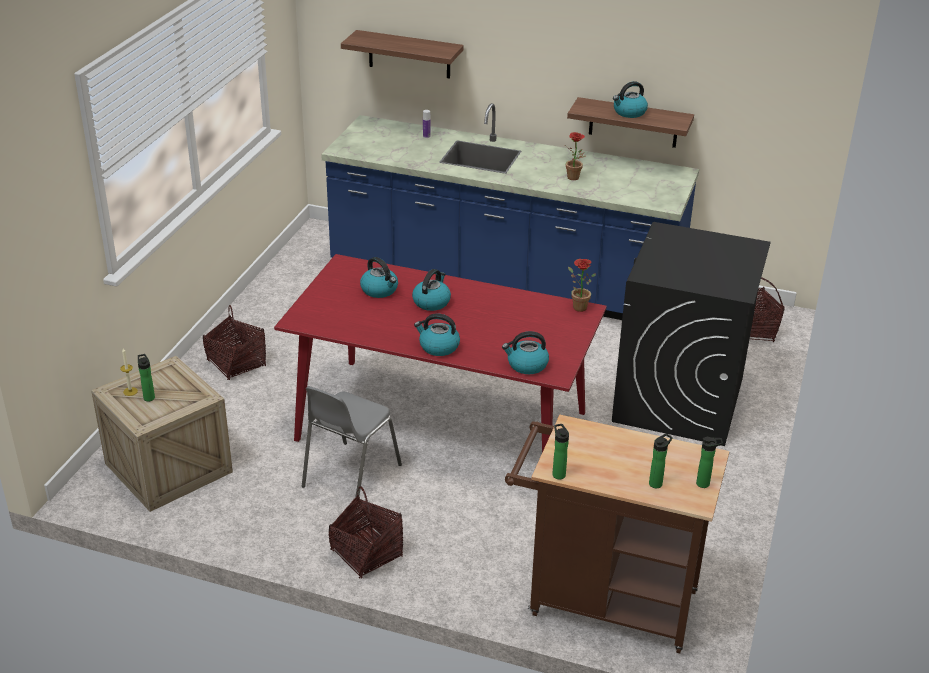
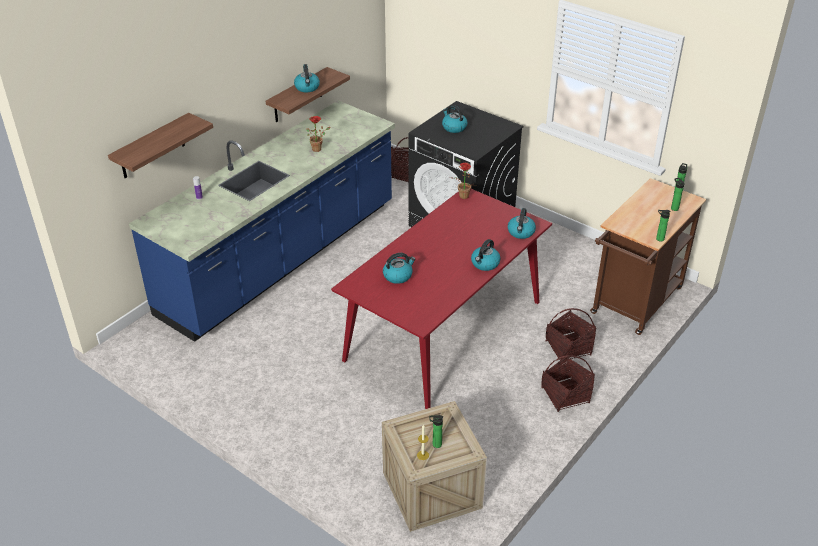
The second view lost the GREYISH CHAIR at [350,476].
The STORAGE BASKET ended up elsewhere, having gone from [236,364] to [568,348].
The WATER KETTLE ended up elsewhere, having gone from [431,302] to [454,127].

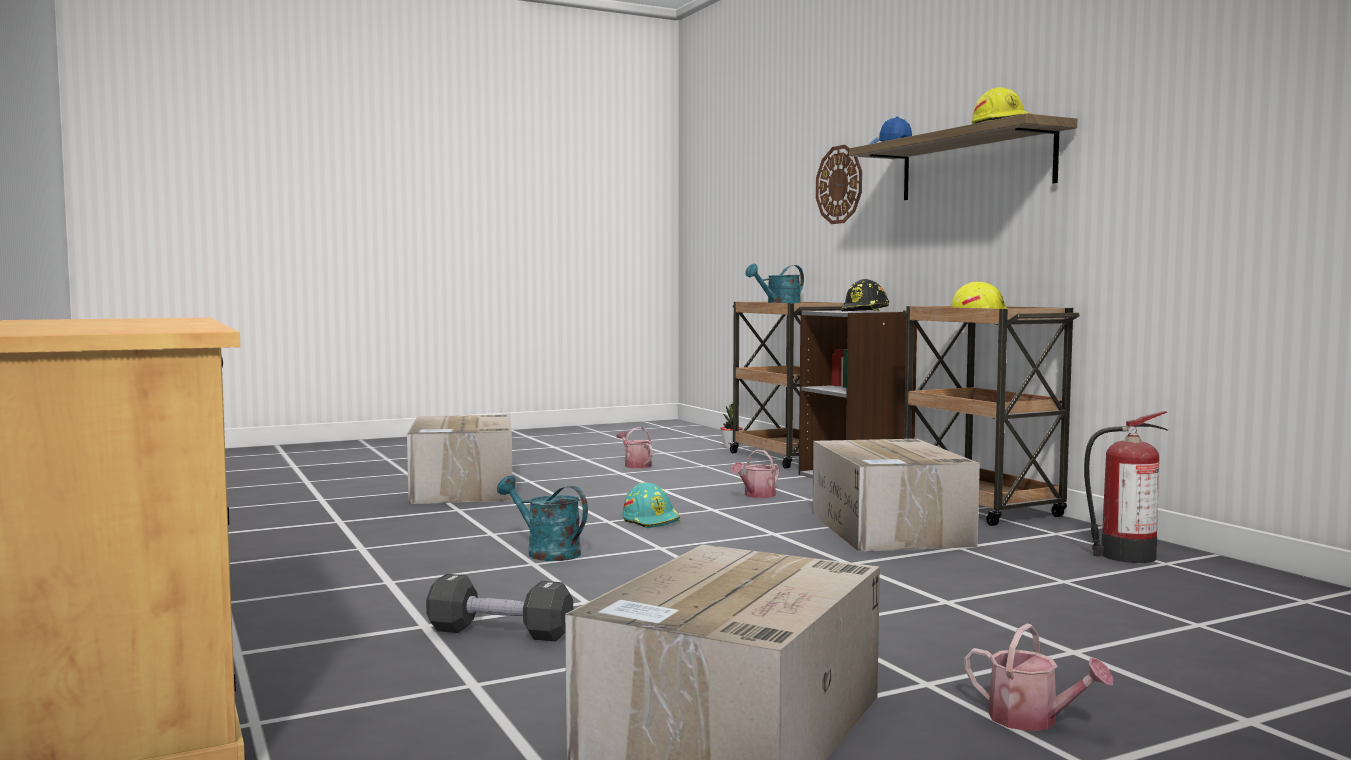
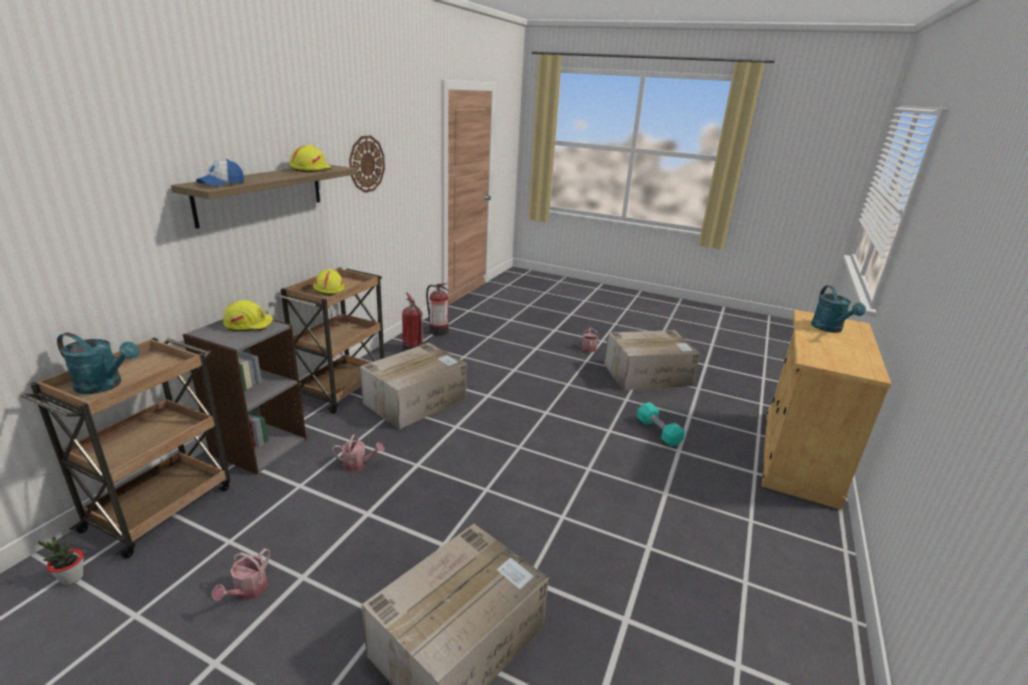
The second view lost the BLUE-GREEN SAFETY HELMET at [651,520].
The second view gained the EXTINGUISHER at [438,331].
The BLUE-GREEN SPRINKLING CAN ended up elsewhere, having gone from [546,552] to [830,329].
The HANGING CLOCK ended up elsewhere, having gone from [839,184] to [366,164].
What was the BLACK-COLOURED HAND WEIGHT at [500,632] turned into the BLUE-GREEN HAND WEIGHT at [658,432].
What was the BLACK-COLOURED SAFETY HELMET at [865,311] turned into the YELLOW-COLOURED SAFETY HELMET at [249,325].

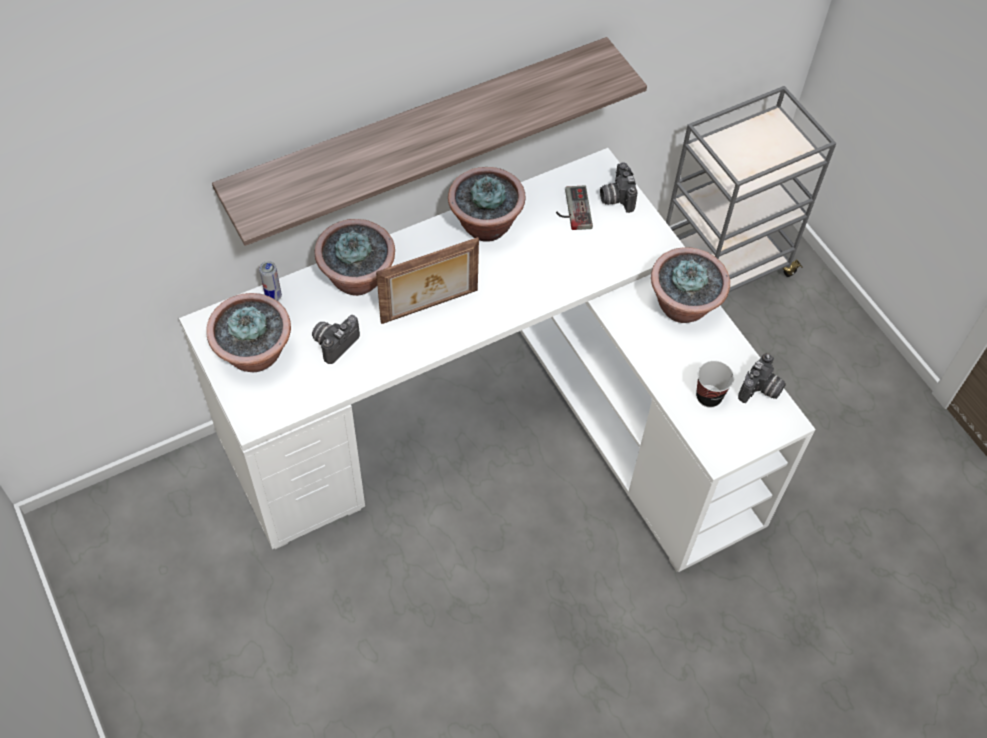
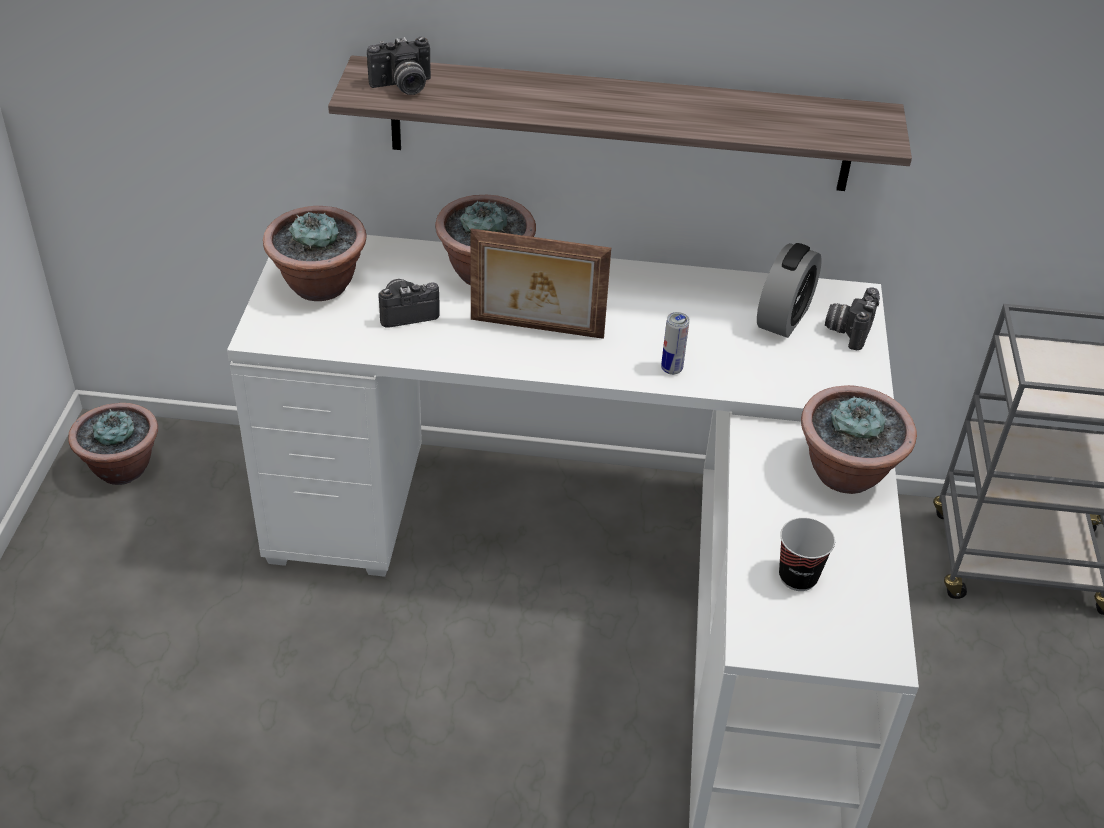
The CAN ended up elsewhere, having gone from [273,296] to [671,369].
The HOUSEPLANT ended up elsewhere, having gone from [485,226] to [122,468].
The STILL CAMERA ended up elsewhere, having gone from [761,390] to [403,87].
Where the GAMEPAD stood at [572,209], the BEDSIDE CLOCK came to stand at [783,318].

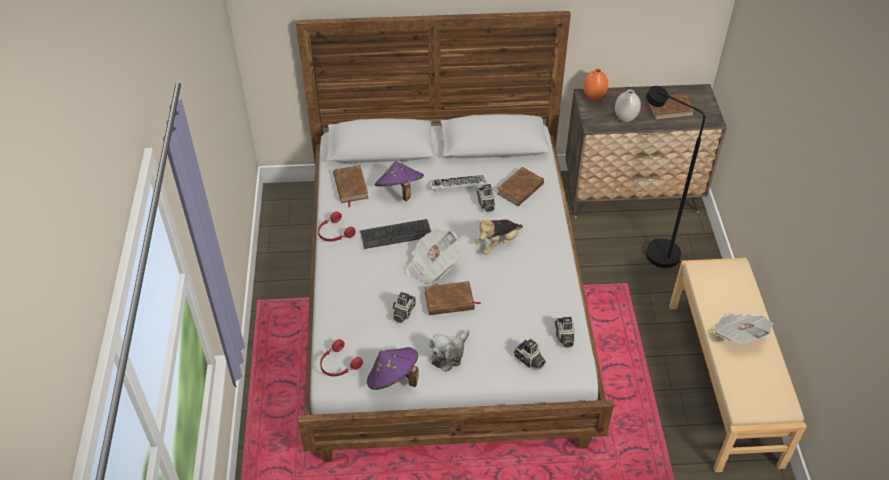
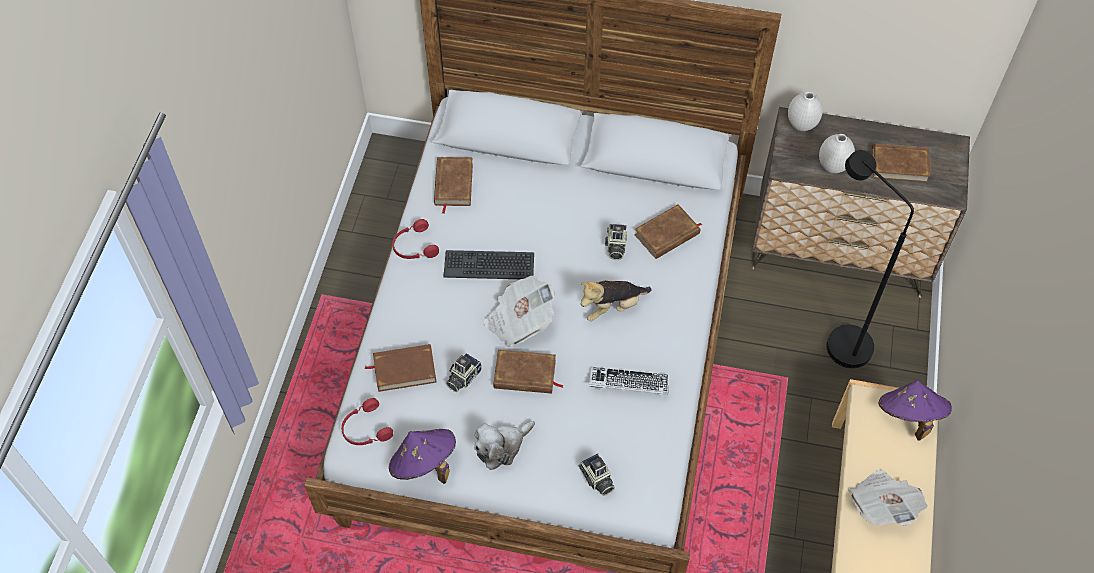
The second view lost the STILL CAMERA at [564,337].
The second view gained the BROWNISH VOLUME at [404,369].
The PURPLISH HAT ended up elsewhere, having gone from [399,191] to [909,416].
The PC KEYBOARD ended up elsewhere, having gone from [457,186] to [628,384].
What was the ORANGEY FLOWER VASE at [594,97] turned into the WHITE FLOWER VASE at [801,125].

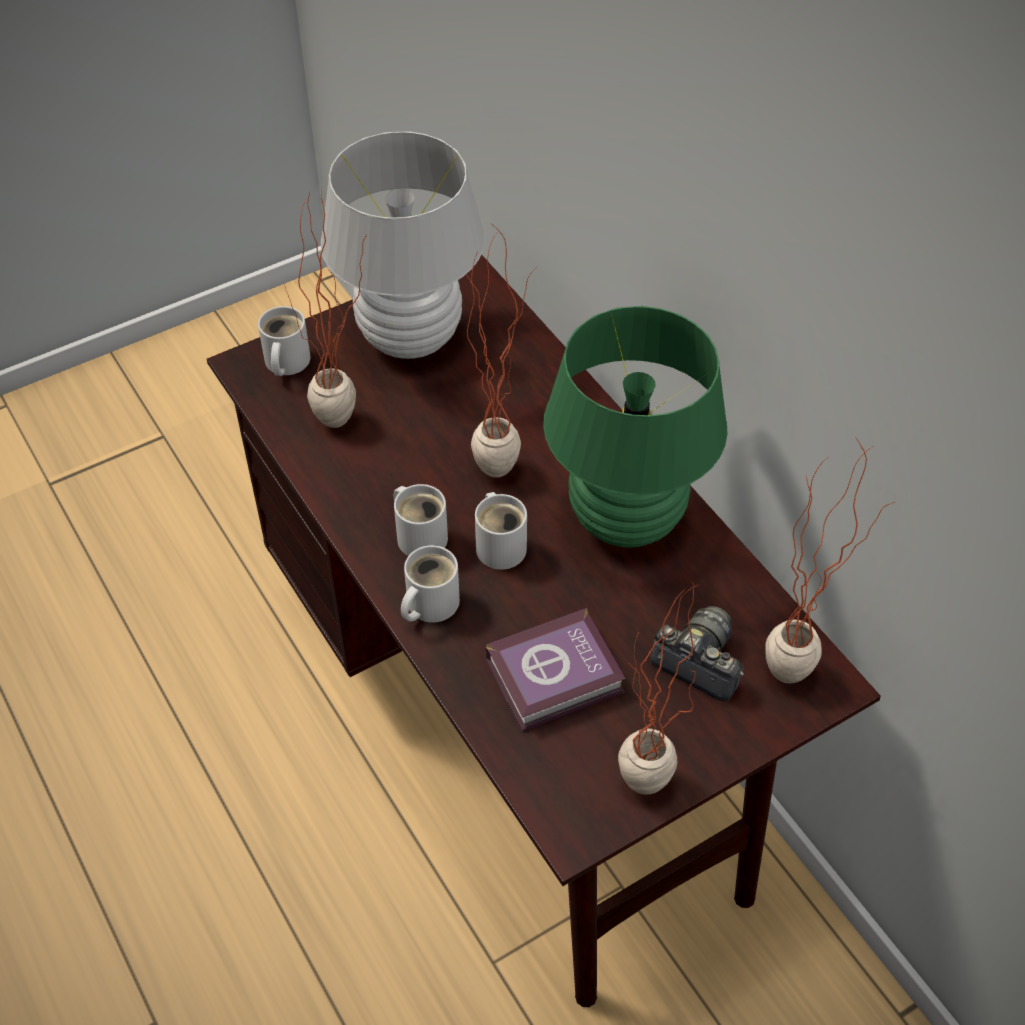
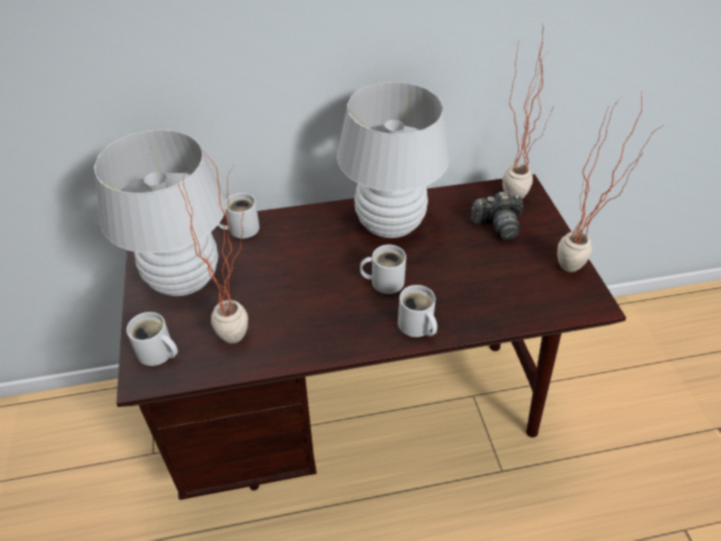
The second view lost the HOUSEPLANT at [503,459].
The second view lost the VOLUME at [558,677].
The WHITE TEA MUG ended up elsewhere, having gone from [421,535] to [240,228].
What was the GREEN TABLETOP LAMP at [626,520] turned into the WHITE TABLETOP LAMP at [390,225].
The STILL CAMERA at [699,662] ended up facing another way, 150 degrees counterclockwise from before.

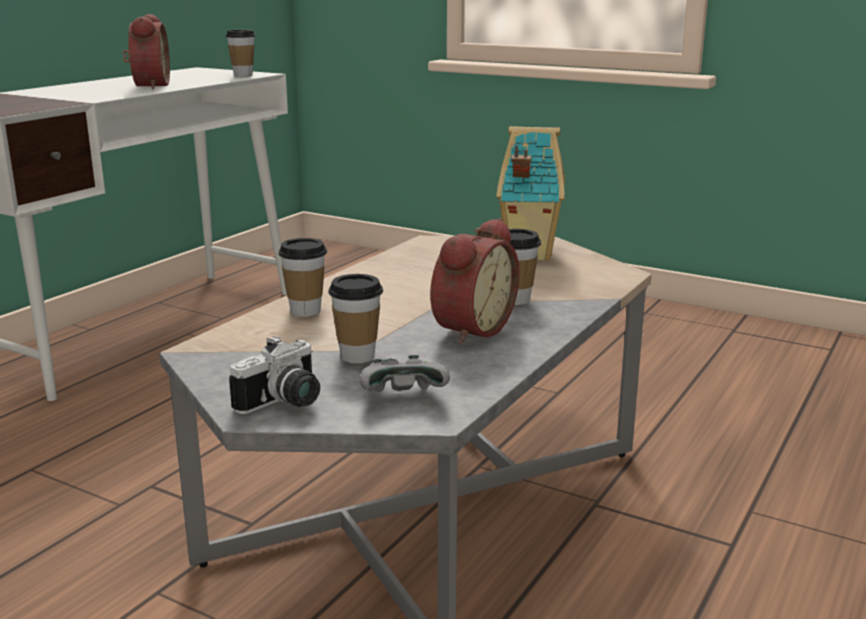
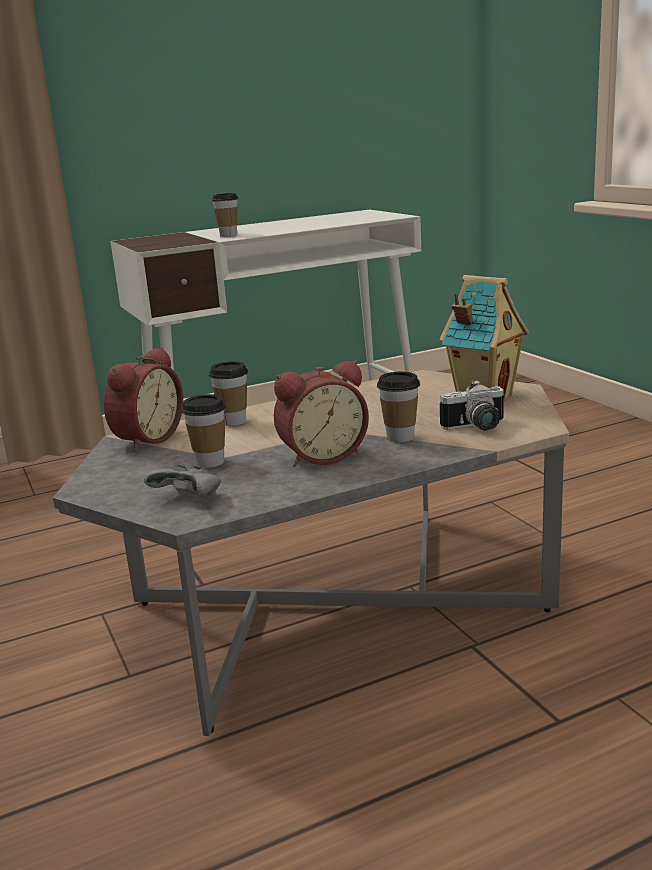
The BEDSIDE CLOCK ended up elsewhere, having gone from [148,86] to [146,439].
The CUP ended up elsewhere, having gone from [243,75] to [228,235].
The STILL CAMERA ended up elsewhere, having gone from [285,403] to [477,427].

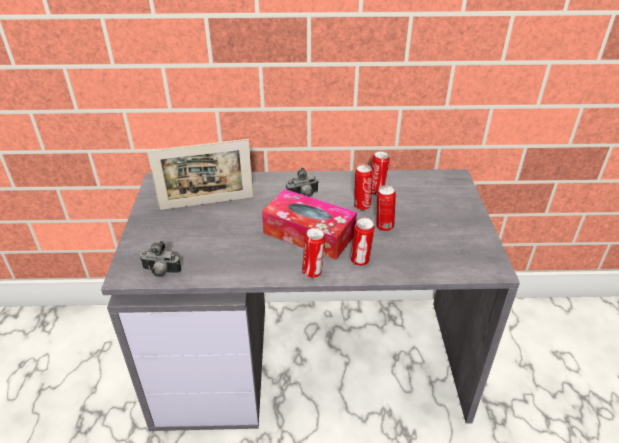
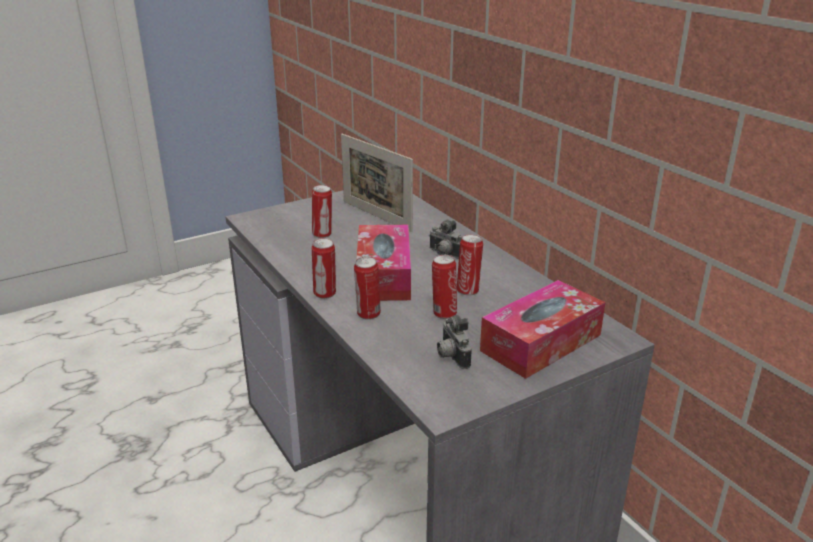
The second view gained the BOX OF TISSUES at [541,343].
The STILL CAMERA ended up elsewhere, having gone from [160,272] to [451,356].
The CAN ended up elsewhere, having gone from [377,191] to [323,234].

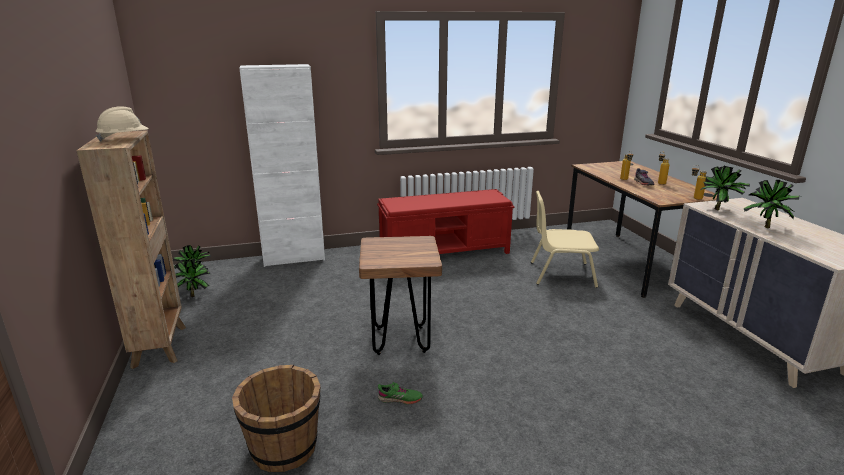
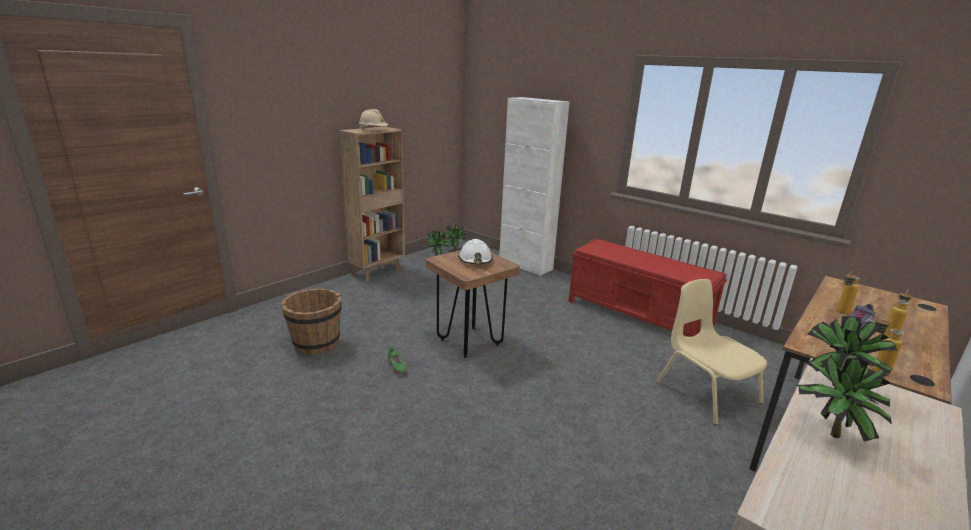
The second view gained the WHITE SAFETY HELMET at [475,260].

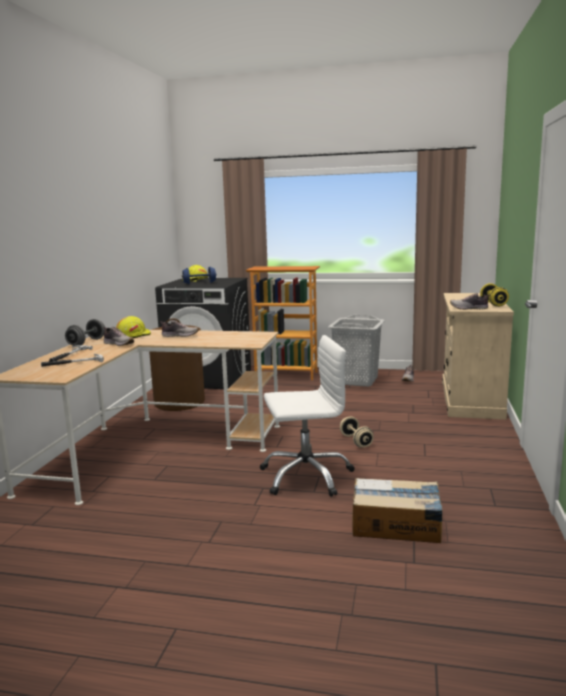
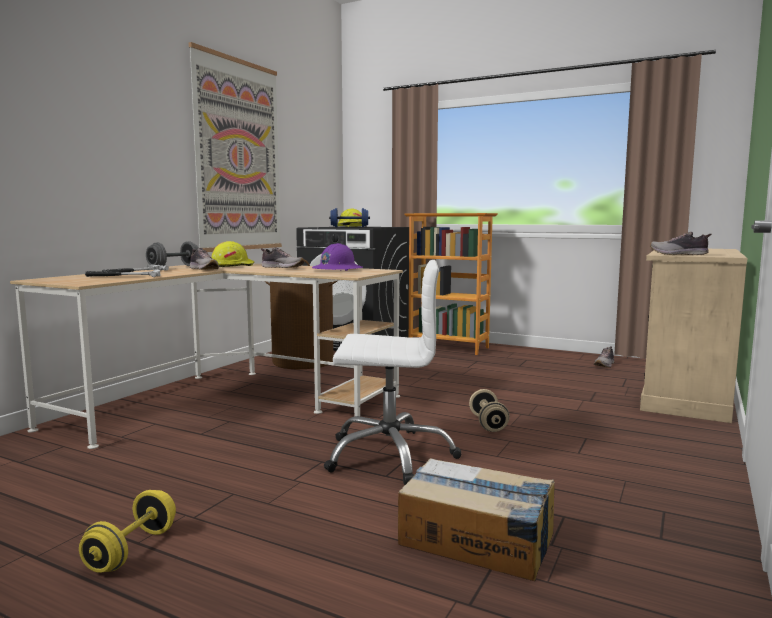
The second view lost the GREYISH HAMPER at [357,380].
The second view gained the PICTURE at [239,156].
The second view gained the PURPLISH SAFETY HELMET at [337,269].
The YELLOW-COLOURED HAND WEIGHT ended up elsewhere, having gone from [493,304] to [132,550].

